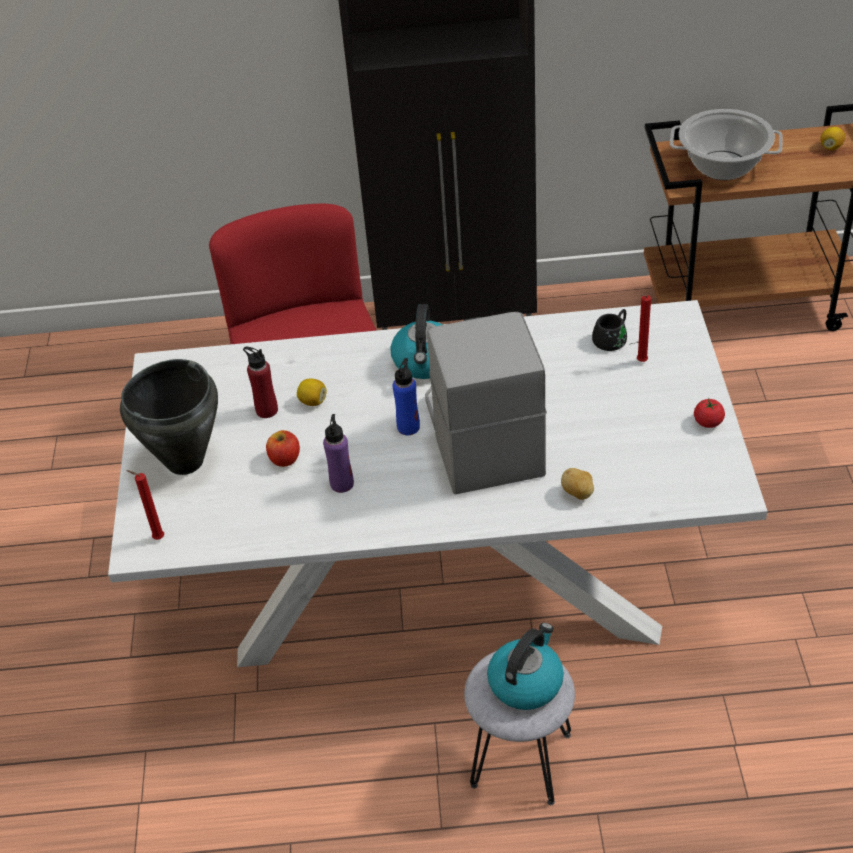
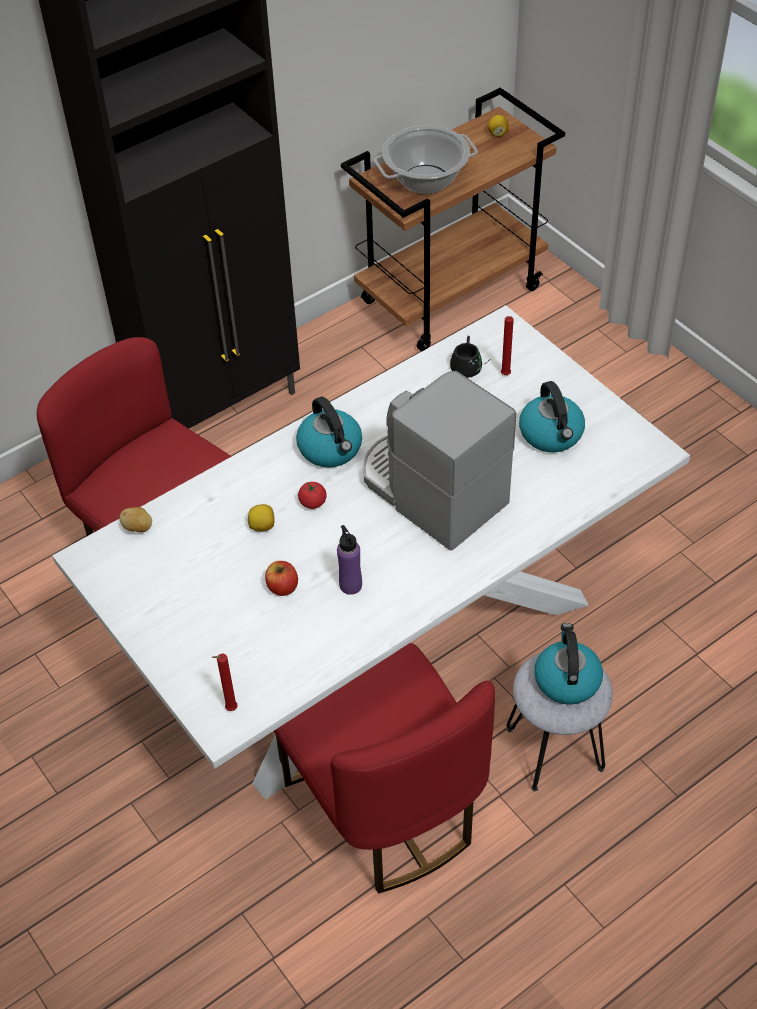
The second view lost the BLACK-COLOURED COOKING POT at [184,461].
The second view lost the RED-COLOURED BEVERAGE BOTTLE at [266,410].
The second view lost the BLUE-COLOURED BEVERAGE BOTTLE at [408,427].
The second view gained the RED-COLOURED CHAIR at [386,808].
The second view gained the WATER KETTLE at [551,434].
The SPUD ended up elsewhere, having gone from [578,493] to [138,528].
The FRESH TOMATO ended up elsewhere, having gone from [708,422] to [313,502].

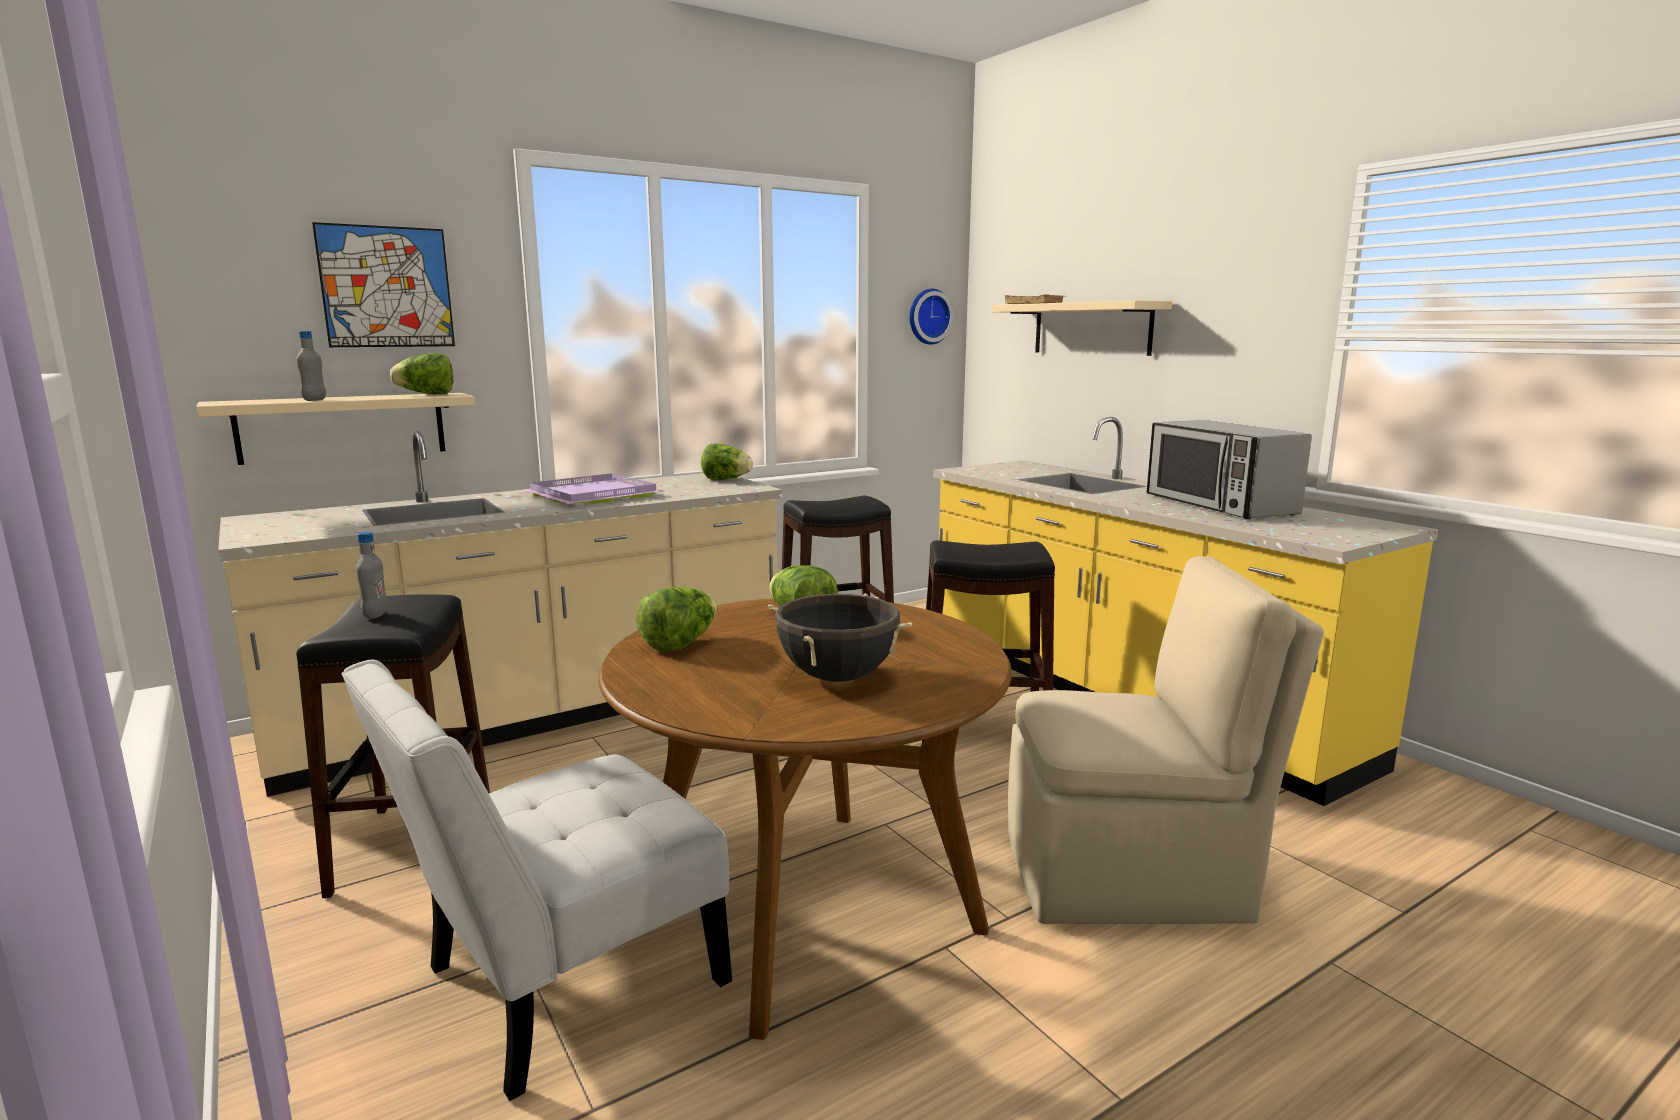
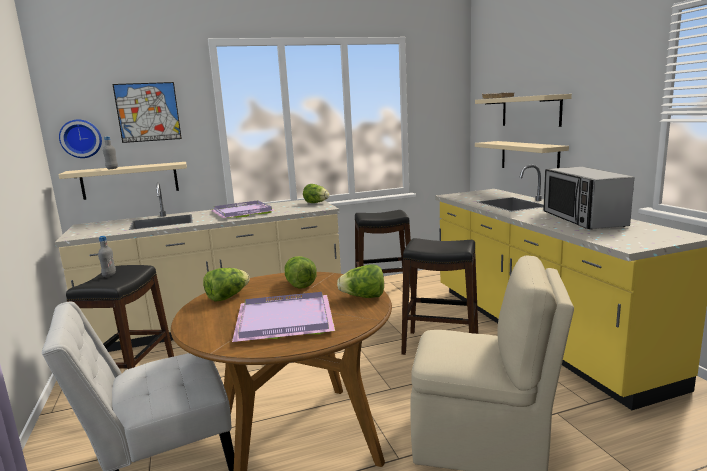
The second view gained the SAND-COLOURED BRACKET SHELF at [529,157].
The HEAD OF LETTUCE ended up elsewhere, having gone from [427,394] to [363,297].
The HANGING CLOCK ended up elsewhere, having gone from [928,316] to [81,138].
Where the BLACK-COLOURED COOKING POT stood at [838,677], the PURPLISH SERVING TRAY came to stand at [286,320].

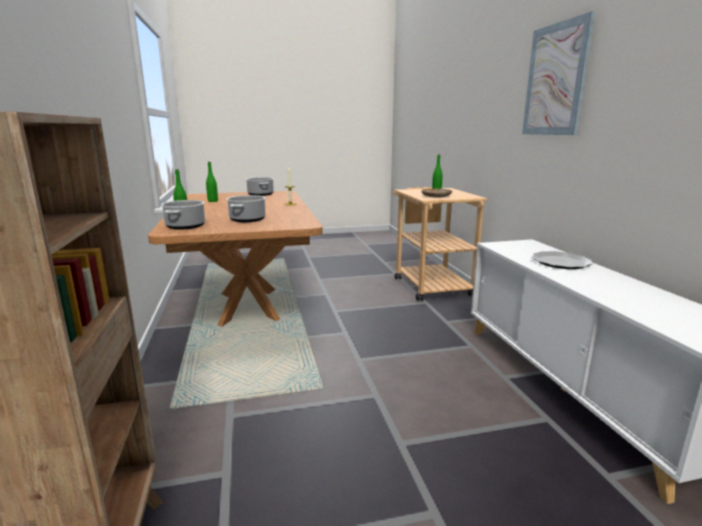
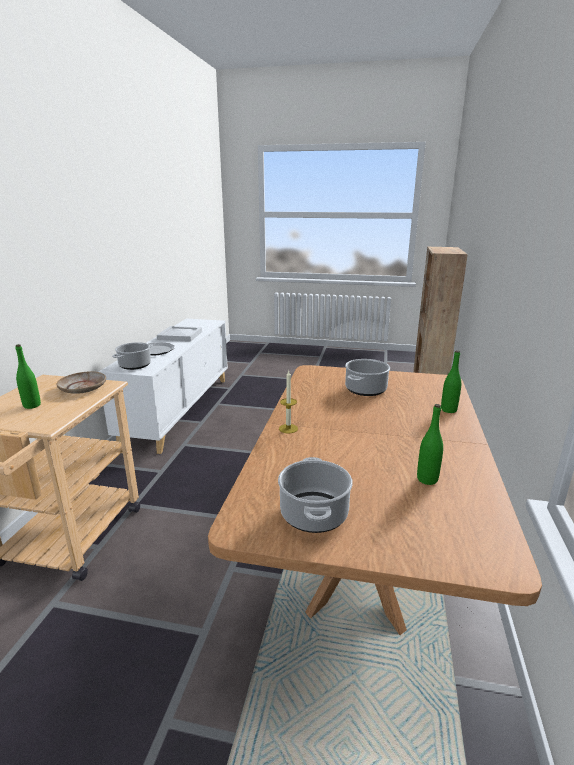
The second view lost the PICTURE at [555,80].
The second view gained the WHITE SERVING TRAY at [180,336].
The COOKING POT ended up elsewhere, having gone from [185,226] to [135,365].

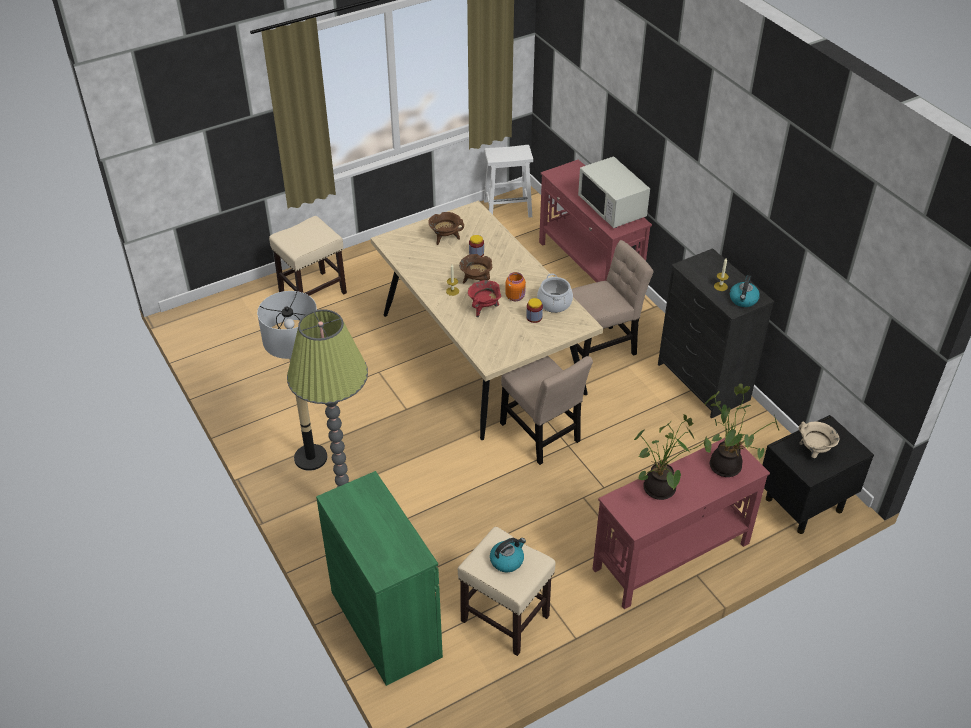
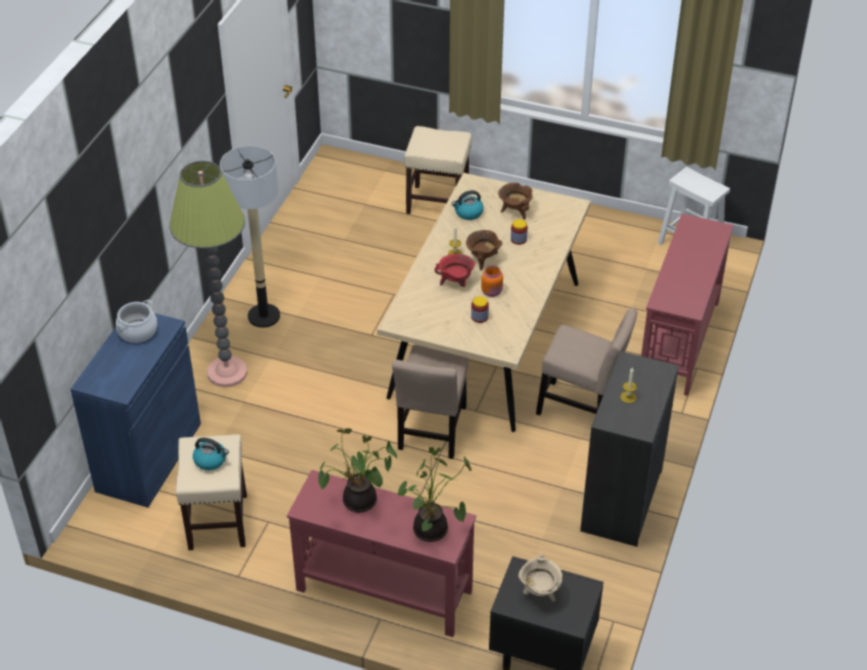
The second view lost the WHITE MICROWAVE at [612,208].
The COOKING POT ended up elsewhere, having gone from [554,303] to [137,331].
The WATER KETTLE ended up elsewhere, having gone from [743,300] to [468,213].
What was the GREEN STORAGE CABINET at [385,624] turned into the BLUE-COLOURED STORAGE CABINET at [149,457].

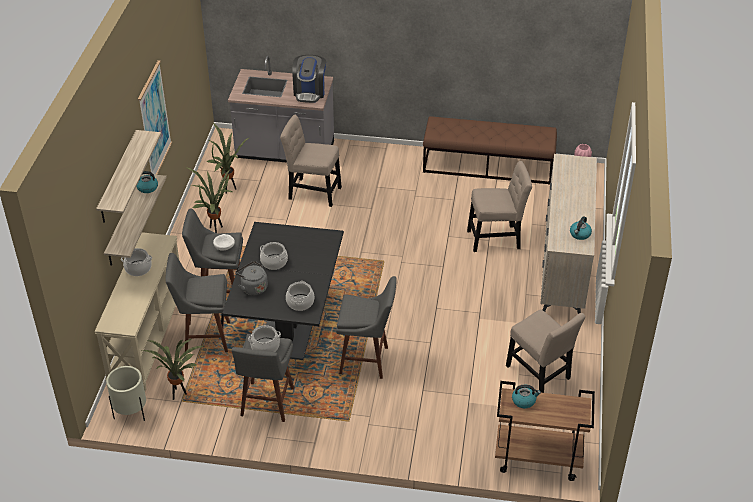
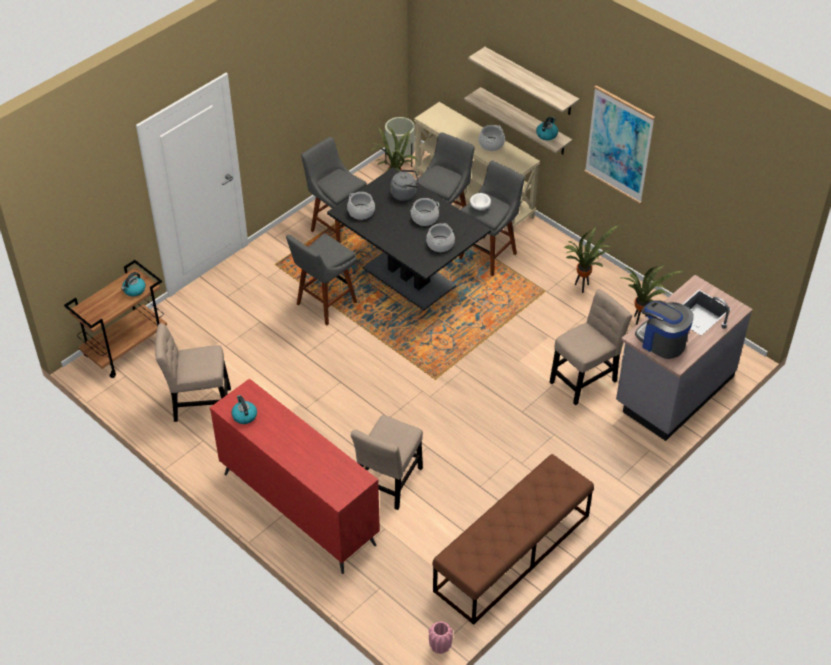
The COOKING POT ended up elsewhere, having gone from [265,346] to [440,244].
What was the SAND-COLOURED CHEST OF DRAWERS at [562,269] turned into the RED-COLOURED CHEST OF DRAWERS at [298,508].

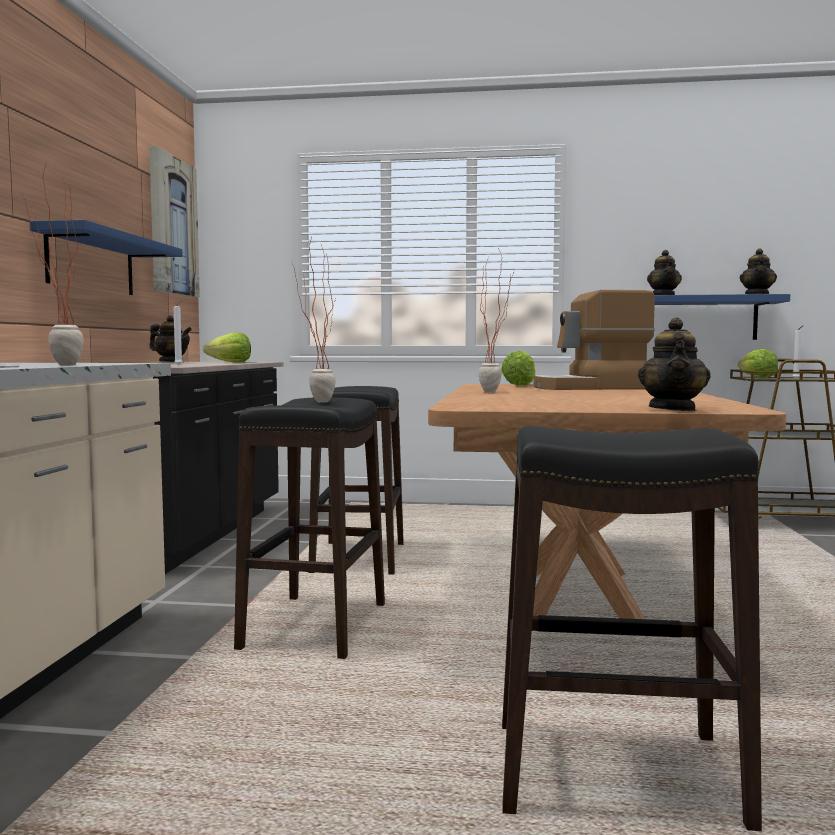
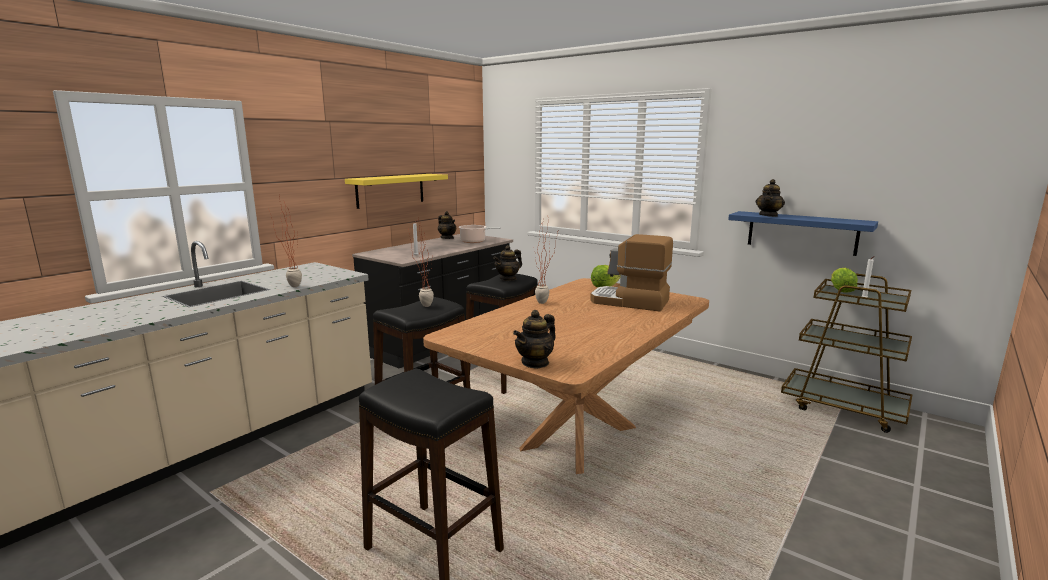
The second view lost the PICTURE at [173,226].
The POT FOR TEA ended up elsewhere, having gone from [757,294] to [508,279].
Where the HEAD OF LETTUCE stood at [230,362], the COOKING POT came to stand at [474,241].
What was the BLUE-COLOURED BRACKET SHELF at [91,263] turned into the YELLOW-COLOURED BRACKET SHELF at [390,190].

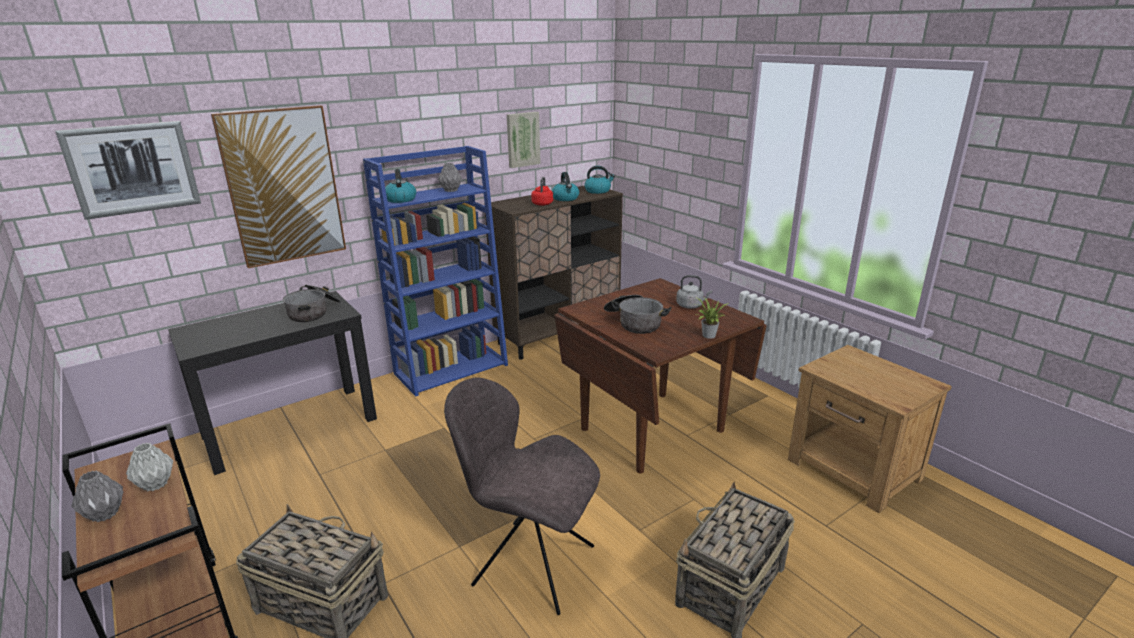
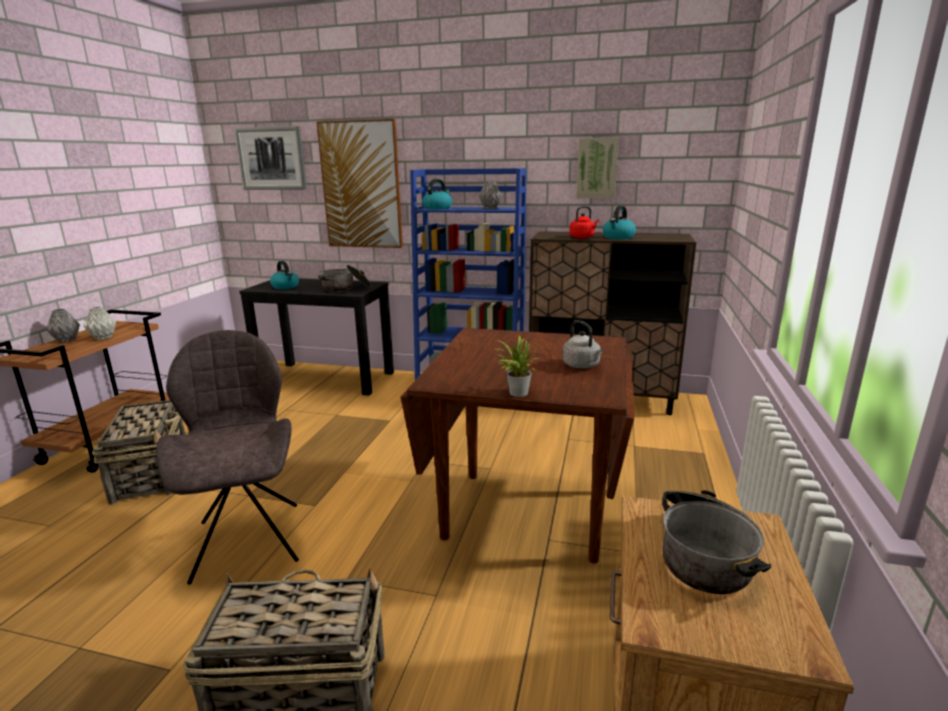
The WATER KETTLE ended up elsewhere, having gone from [598,191] to [285,287].
The COOKING POT ended up elsewhere, having gone from [634,323] to [704,554].

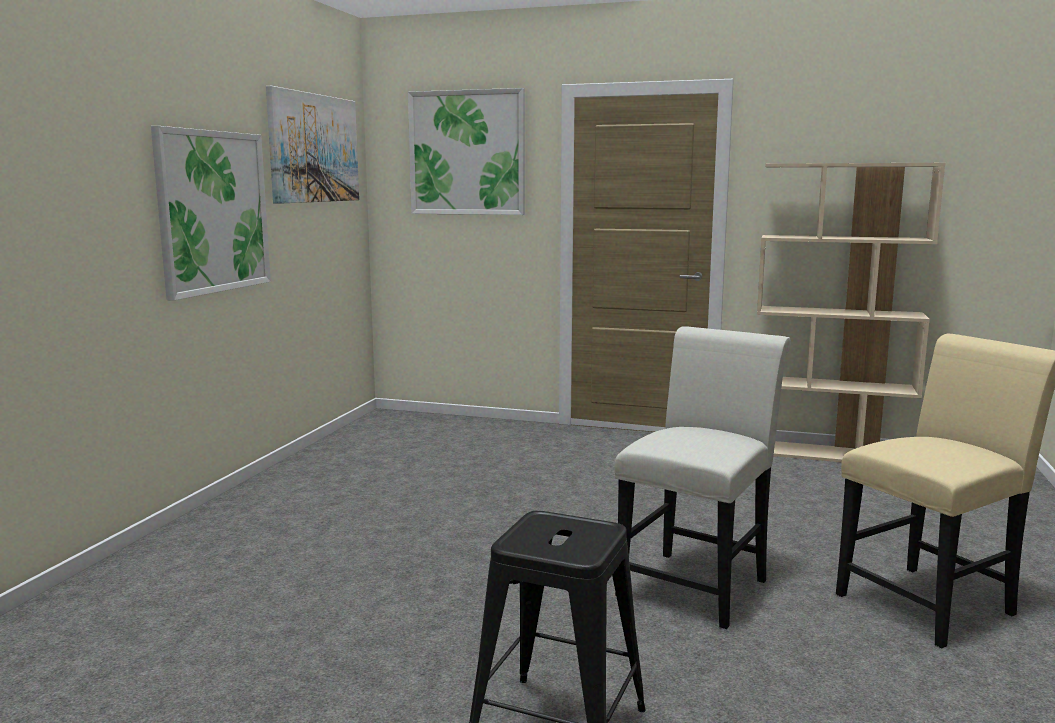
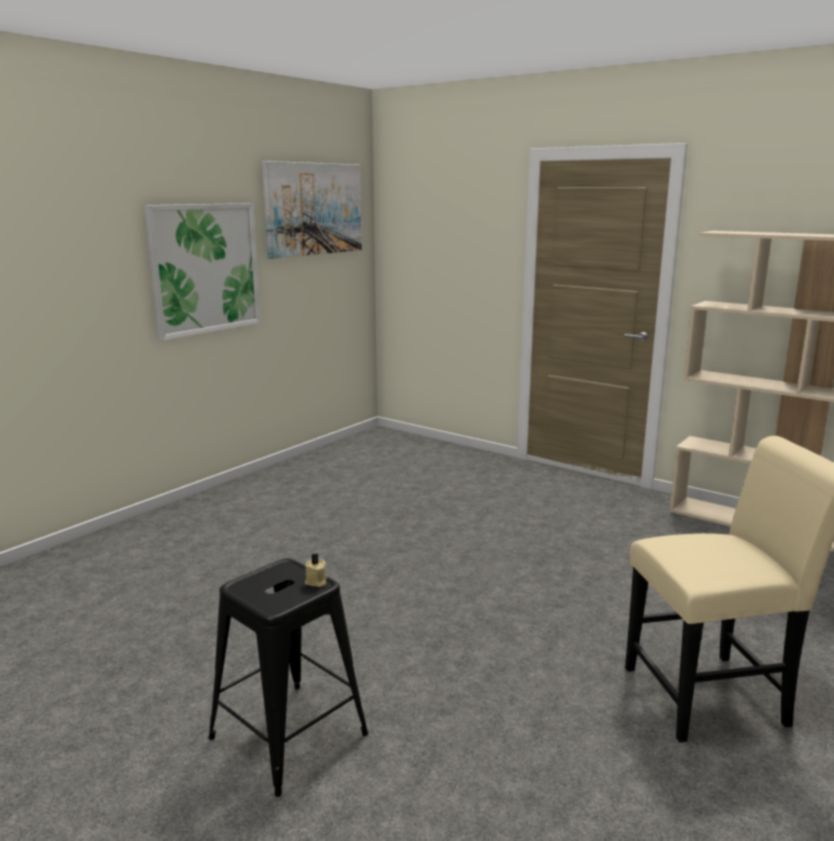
The second view lost the PICTURE at [467,153].
The second view lost the WHITE CHAIR at [697,583].
The second view gained the SAND-COLOURED CANDLE at [316,582].

